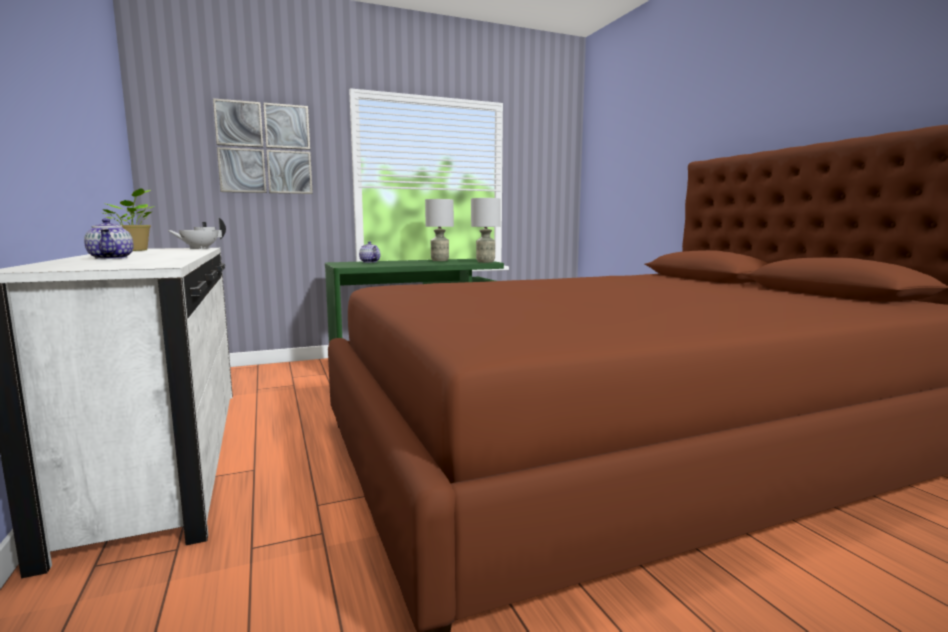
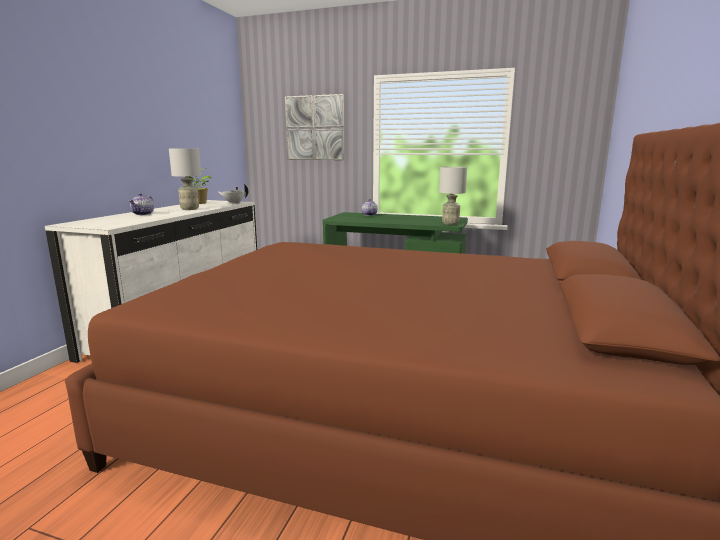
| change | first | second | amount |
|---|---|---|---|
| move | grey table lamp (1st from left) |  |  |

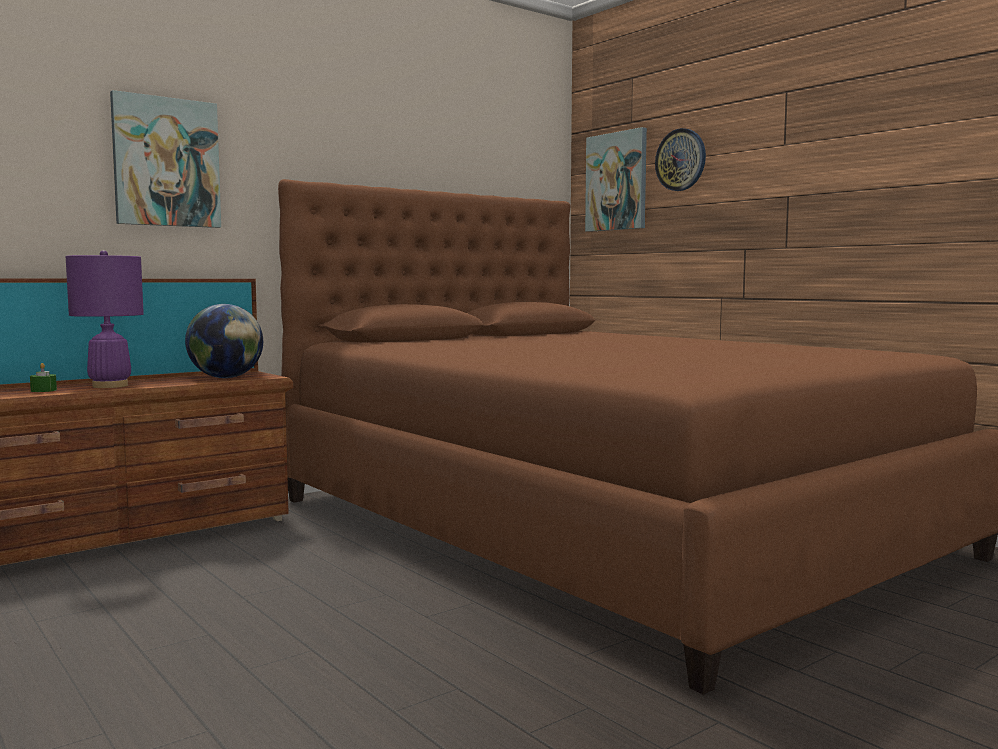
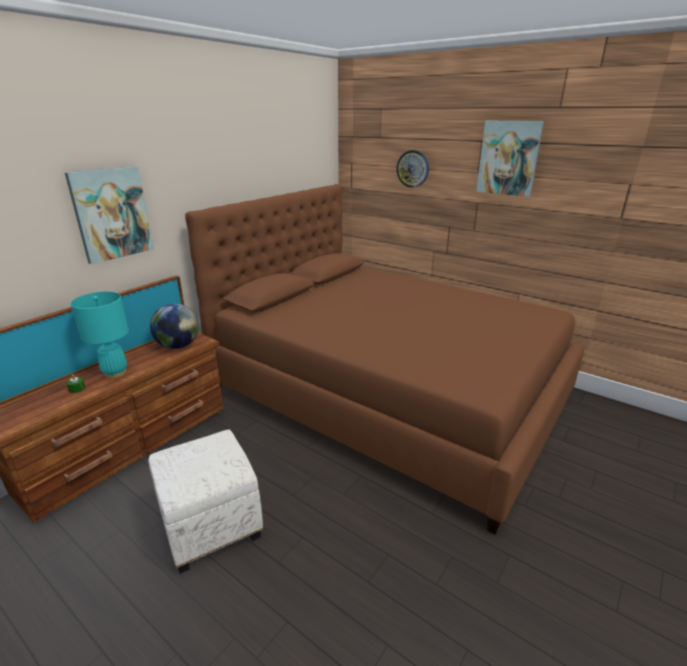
| change | first | second | amount |
|---|---|---|---|
| move | picture (2nd from left) |  |  |
| recolor | purple table lamp | turquoise table lamp |  |
| insert |  | white ottoman |  |

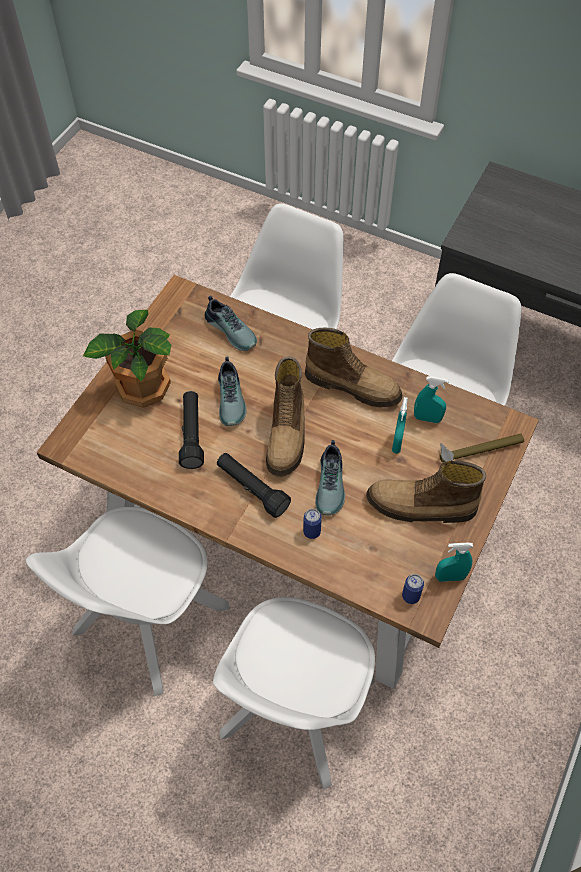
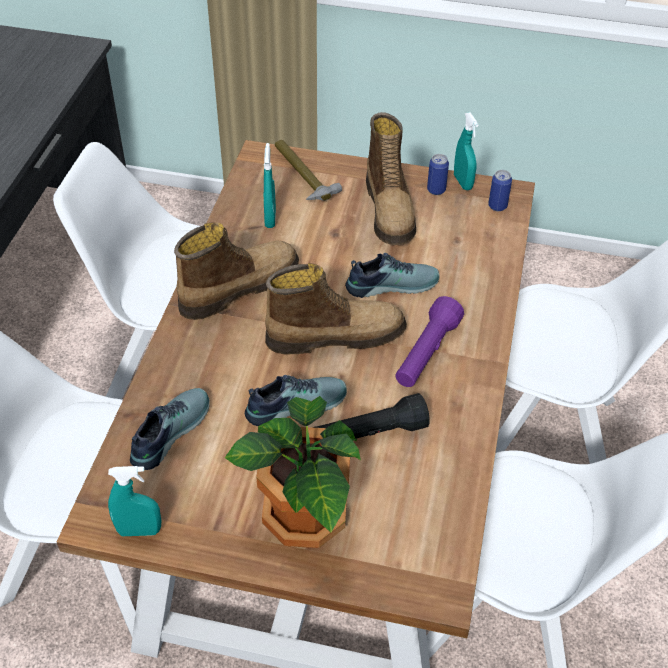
| change | first | second | amount |
|---|---|---|---|
| rotate | boot (2nd from left in the first image) | boot (1st from left) | 45 degrees clockwise |
| move | turquoise spray bottle (1st from left) |  |  |
| recolor | black flashlight (2nd from left) | purple flashlight |  |
| move | can (1st from left) |  |  |

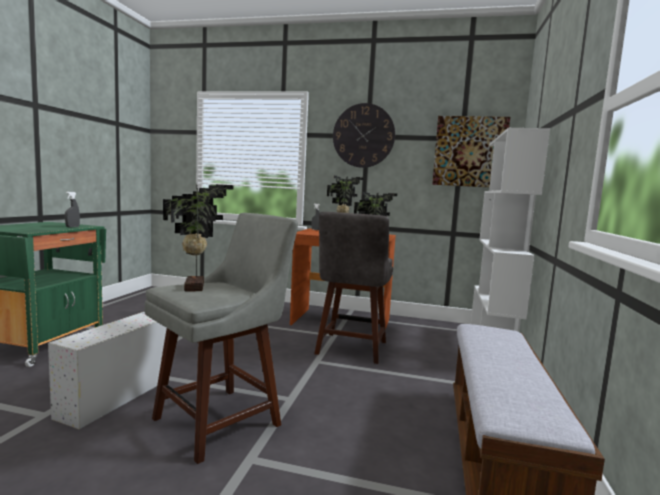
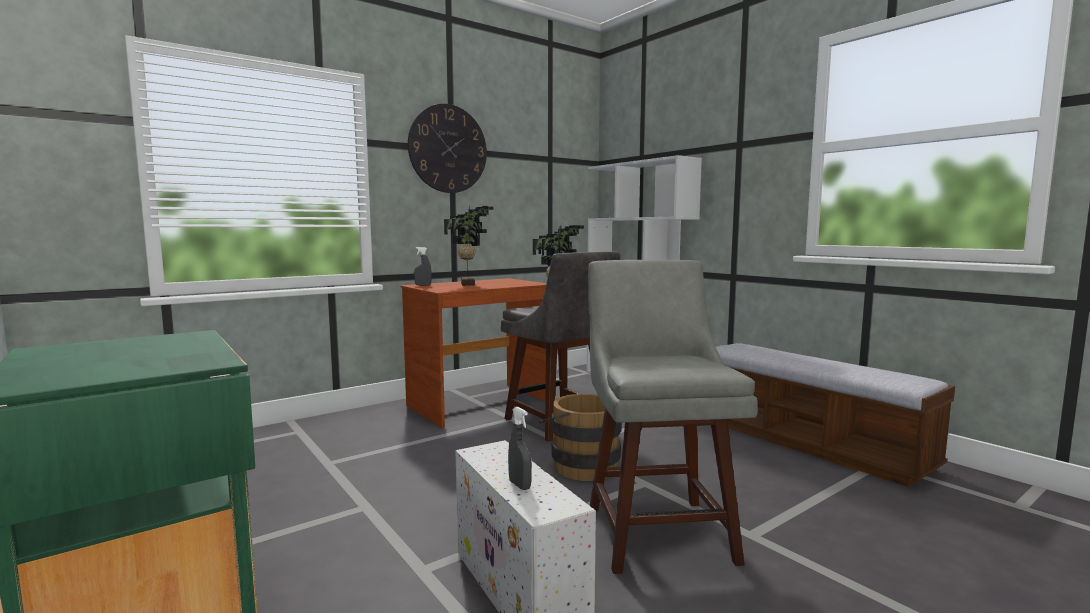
| change | first | second | amount |
|---|---|---|---|
| delete | picture |  |  |
| delete | potted plant (1st from left) |  |  |
| move | grey spray bottle (1st from left in the first image) | grey spray bottle (2nd from left) |  |
| insert |  | brown bucket |  |

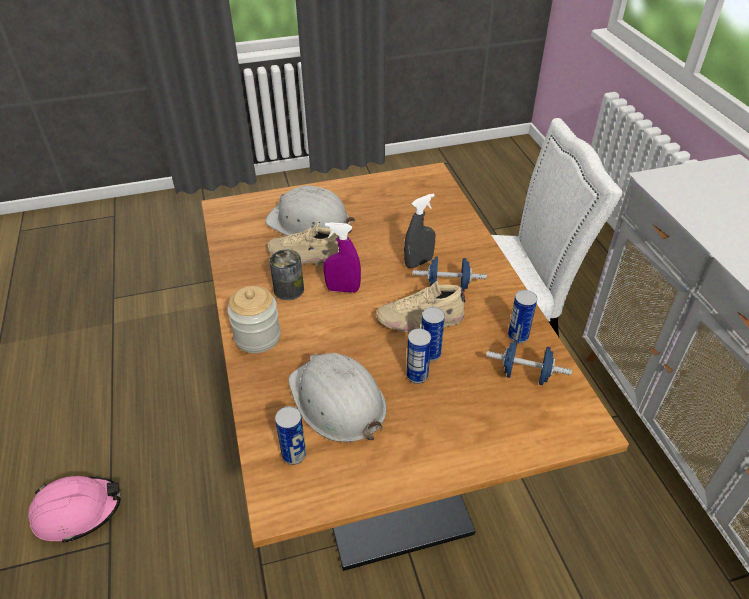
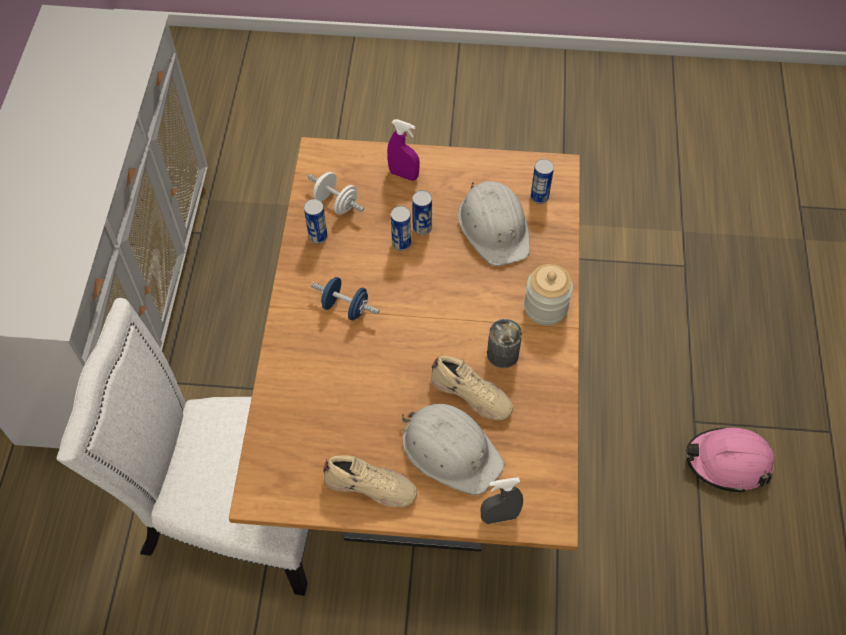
| change | first | second | amount |
|---|---|---|---|
| move | grey spray bottle |  |  |
| move | purple spray bottle |  |  |
| move | beige shoe (2nd from left in the first image) | beige shoe (1st from left) |  |
| recolor | blue dumbbell (2nd from left) | white dumbbell |  |

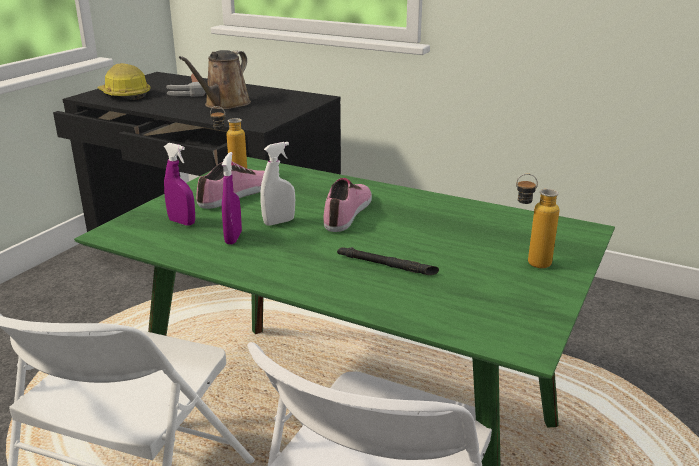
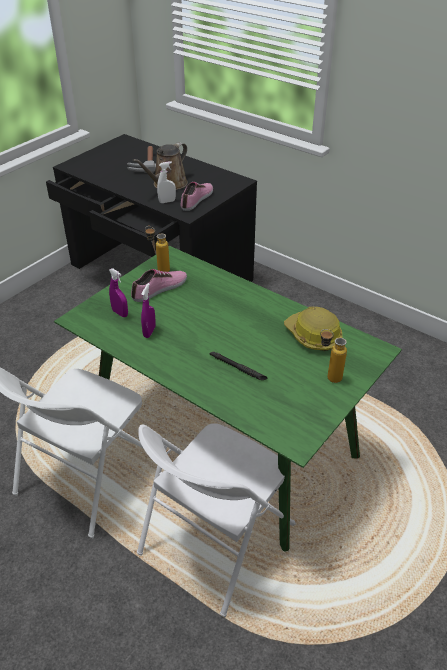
| change | first | second | amount |
|---|---|---|---|
| move | hard hat |  |  |
| move | white spray bottle |  |  |
| move | shoe (2nd from left) |  |  |

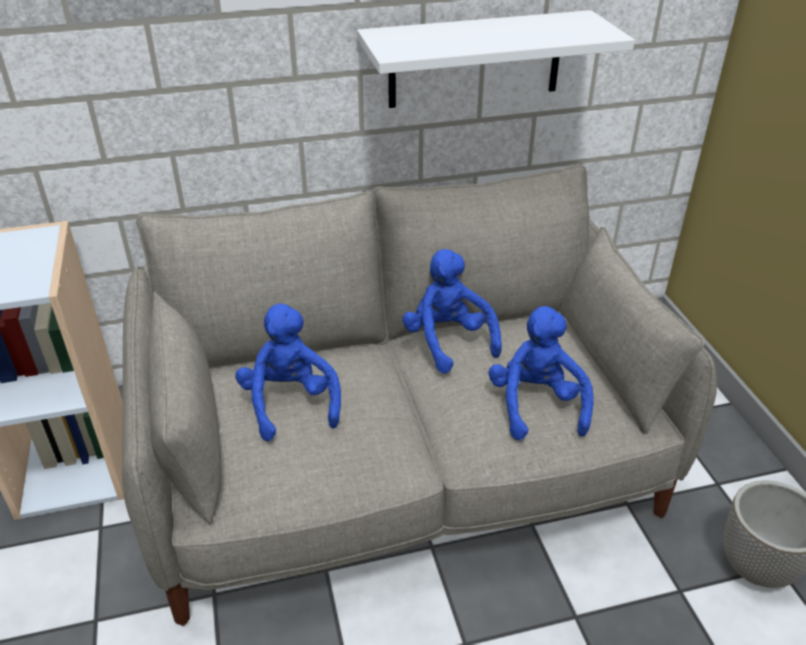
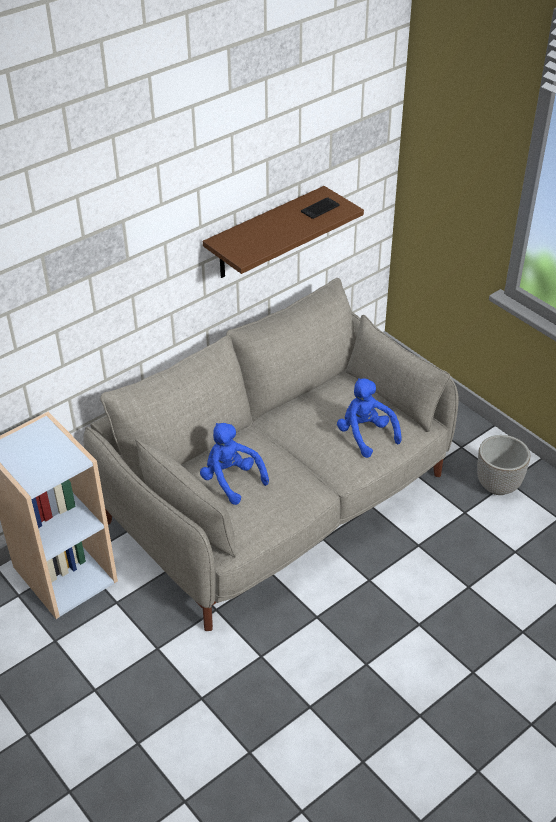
| change | first | second | amount |
|---|---|---|---|
| recolor | white shelf | brown shelf |  |
| delete | blue plush toy (2nd from left) |  |  |
| insert |  | phone |  |

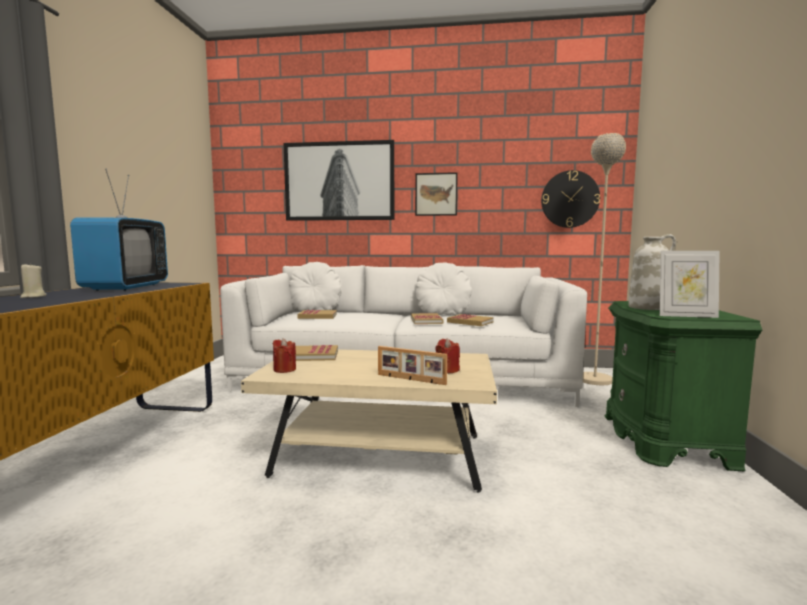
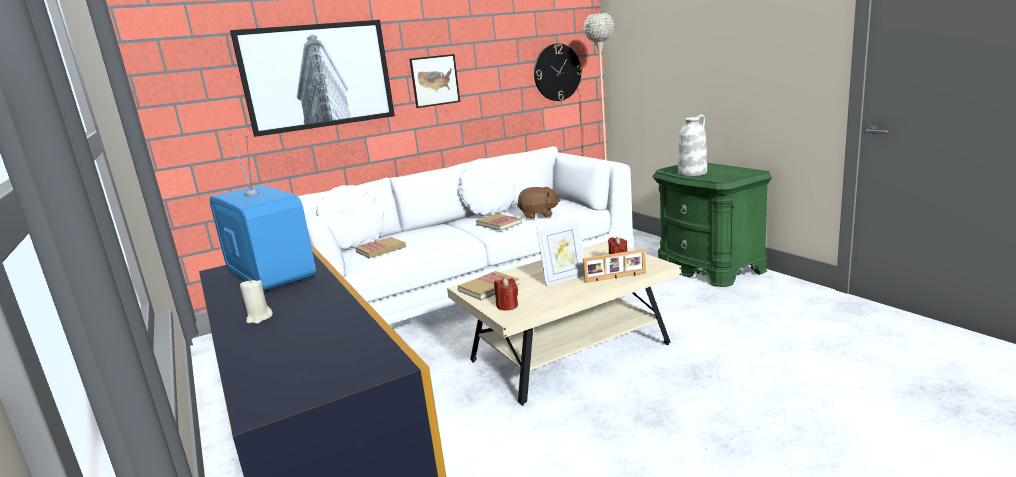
| change | first | second | amount |
|---|---|---|---|
| move | picture frame (2nd from left in the first image) | picture frame (1st from left) |  |
| replace | book (4th from left) | brown plush toy |  |

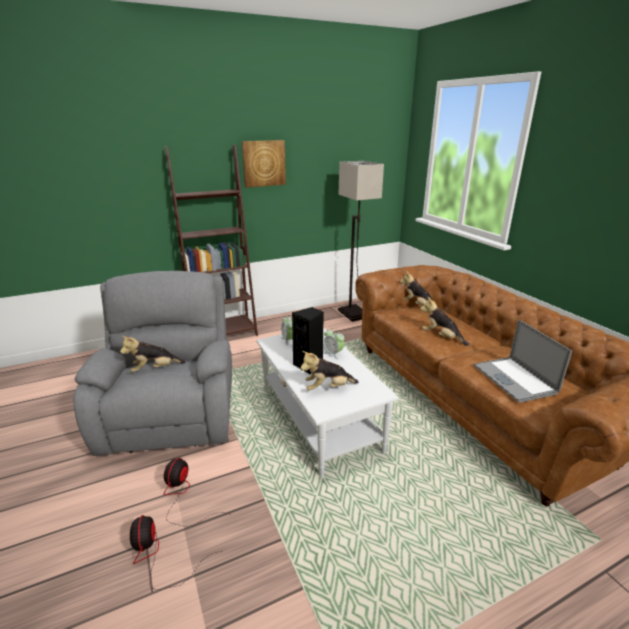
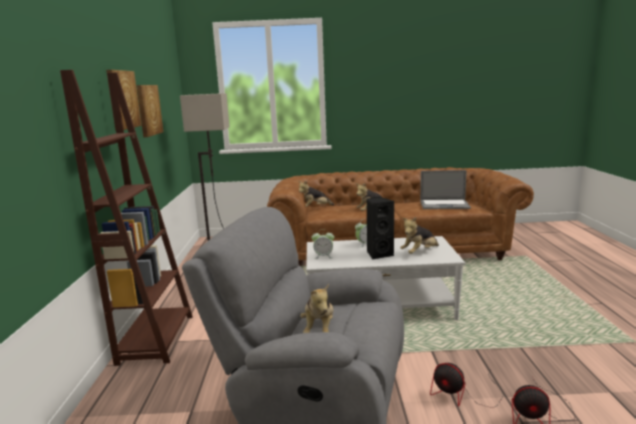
| change | first | second | amount |
|---|---|---|---|
| rotate | plush toy (2nd from left in the first image) | plush toy (4th from left) | 45 degrees clockwise |
| insert |  | picture (2nd from left) |  |

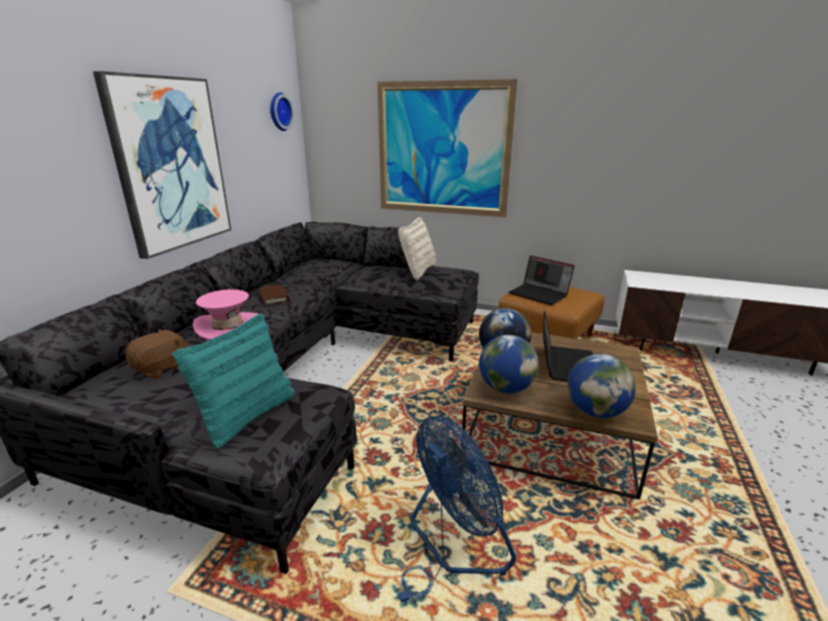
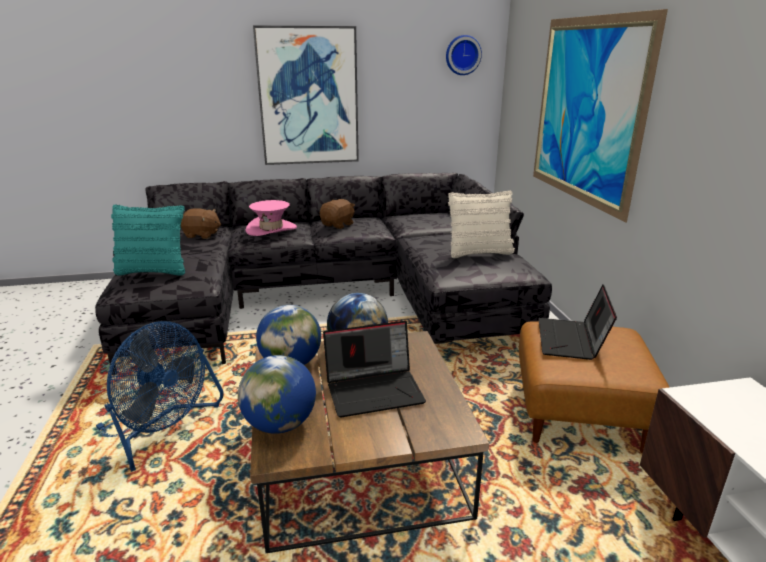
| change | first | second | amount |
|---|---|---|---|
| replace | brown book | brown plush toy (2nd from left) |  |

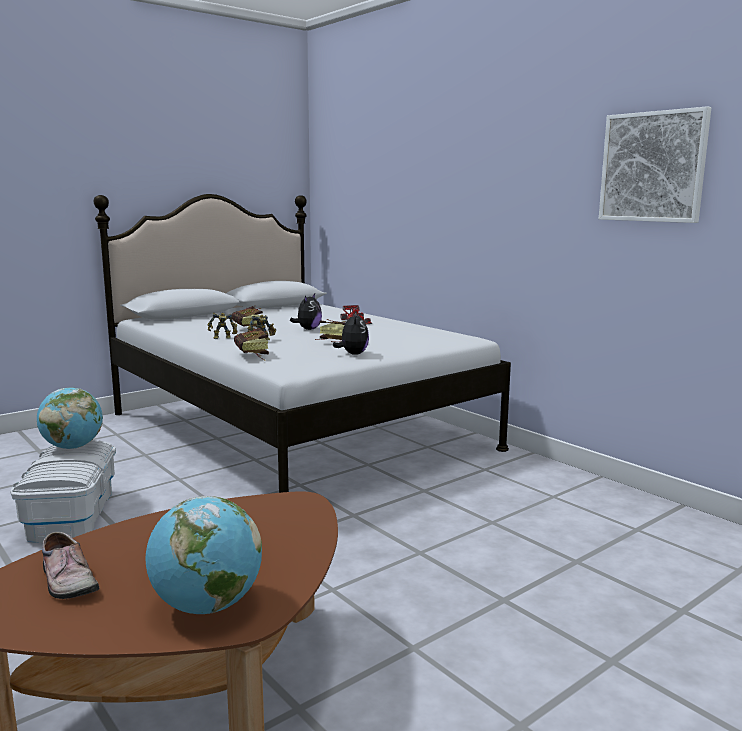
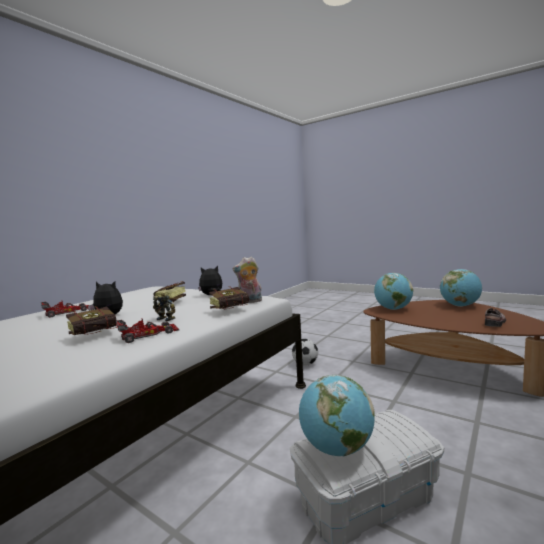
| change | first | second | amount |
|---|---|---|---|
| delete | picture |  |  |
| replace | toy robot (1st from left) | toy car (2nd from left) |  |
| insert |  | plush toy (3rd from left) |  |
| insert |  | globe (2nd from left) |  |
| insert |  | football |  |

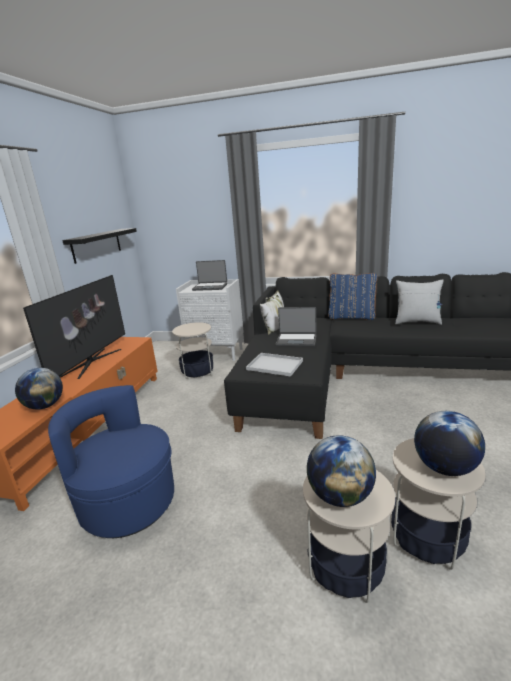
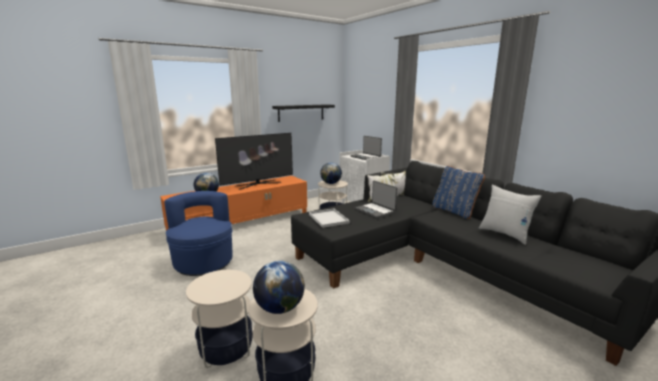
| change | first | second | amount |
|---|---|---|---|
| move | globe (2nd from left in the first image) | globe (3rd from left) |  |

